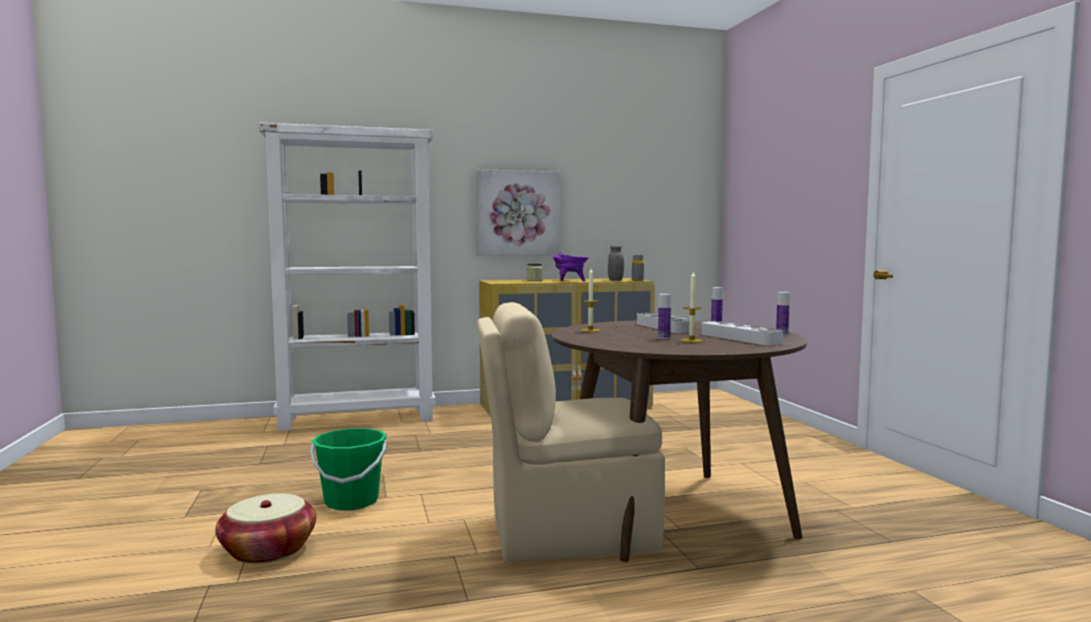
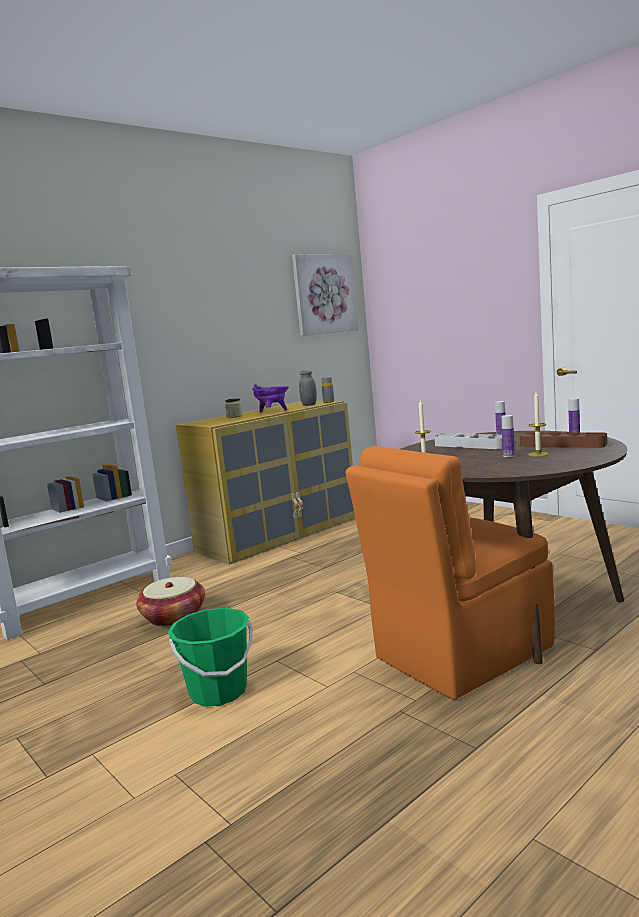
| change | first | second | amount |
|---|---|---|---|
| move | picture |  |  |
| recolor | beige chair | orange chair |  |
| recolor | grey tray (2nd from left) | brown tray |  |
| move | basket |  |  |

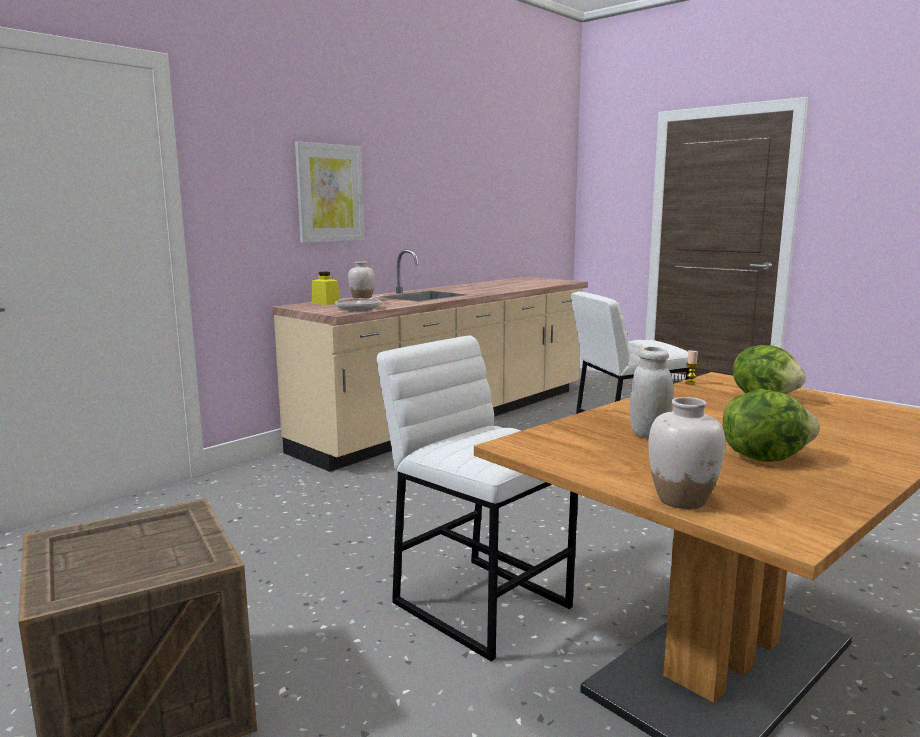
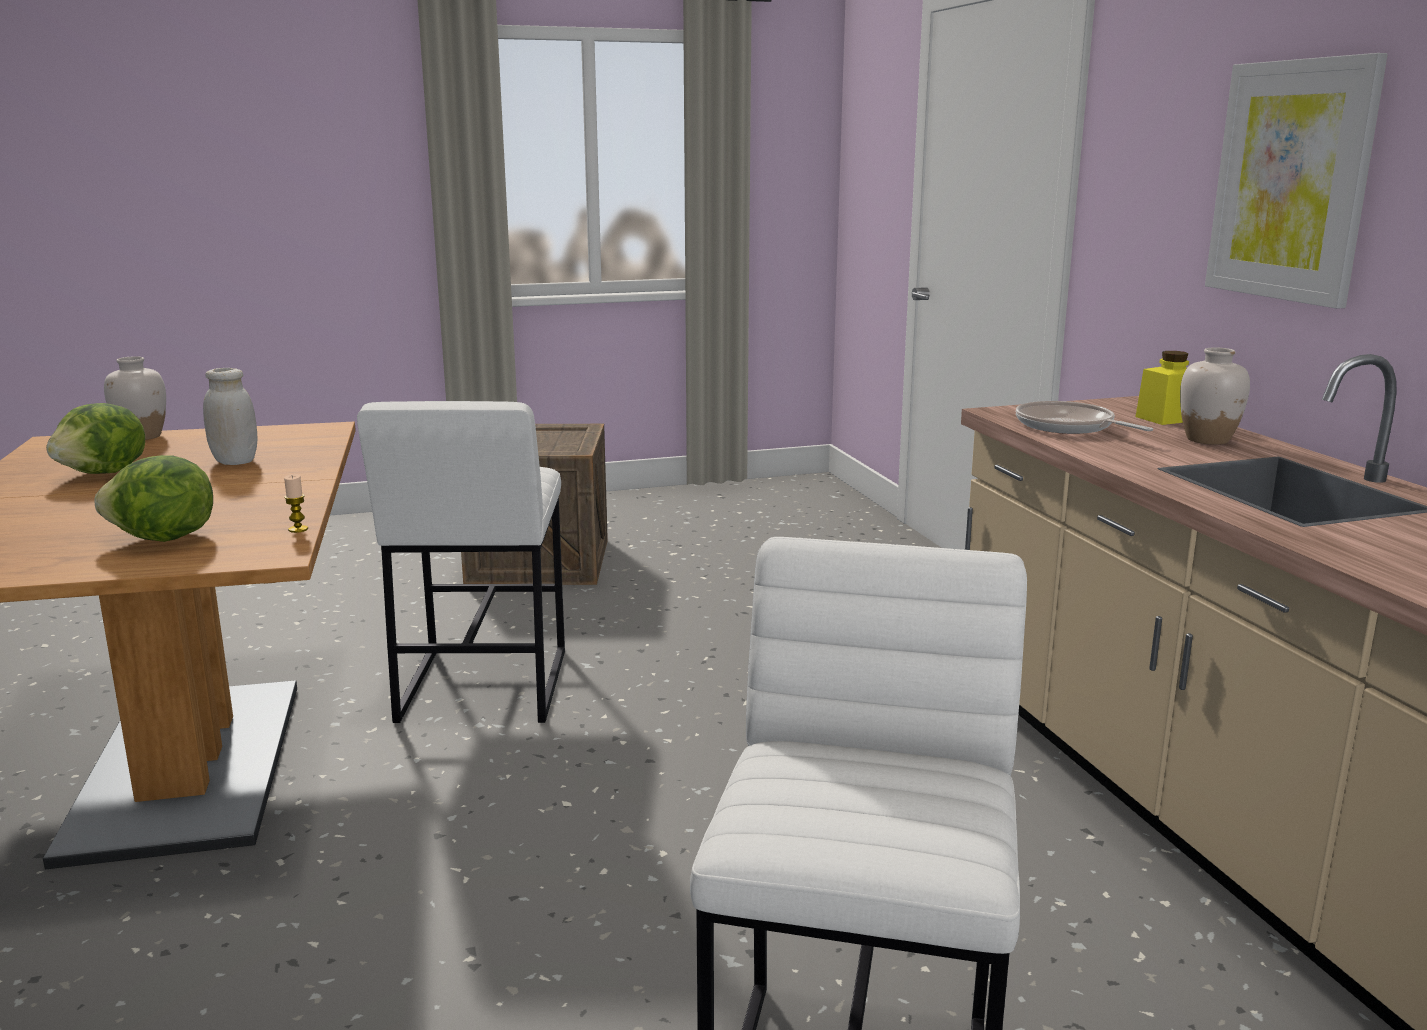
| change | first | second | amount |
|---|---|---|---|
| rotate | white chair (1st from left) |  | 105 degrees clockwise |

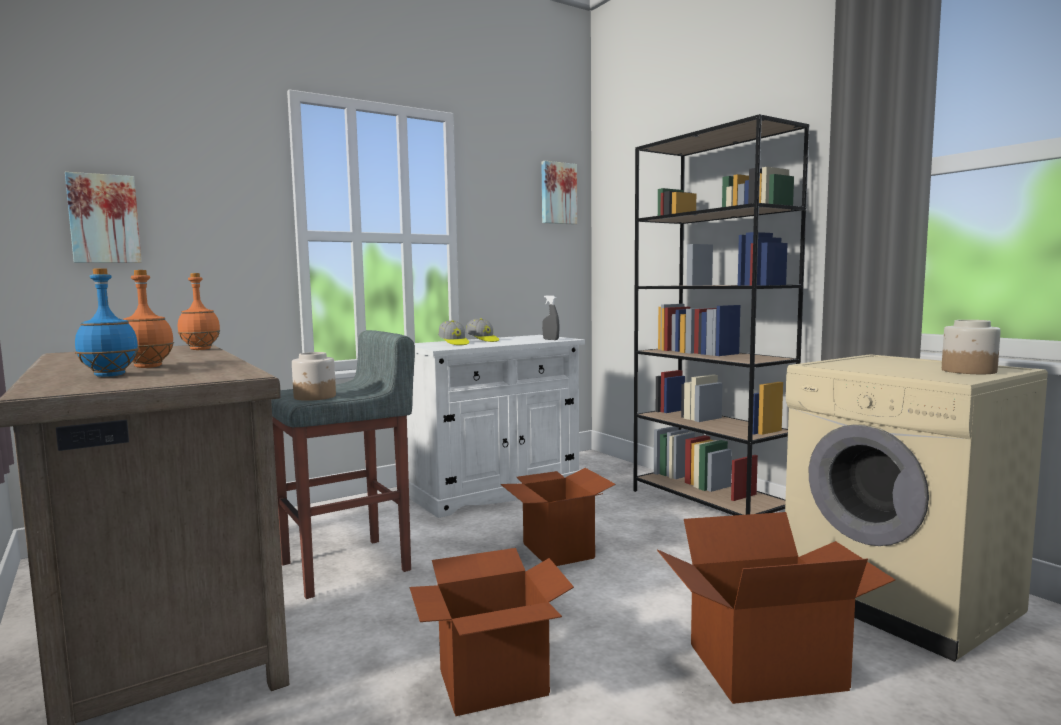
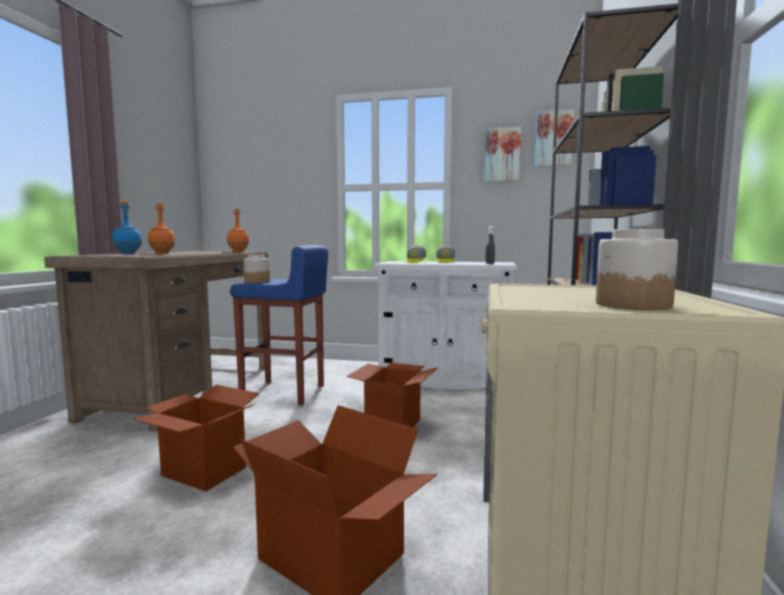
| change | first | second | amount |
|---|---|---|---|
| move | picture (1st from left) |  |  |
| recolor | grey stool | blue stool |  |

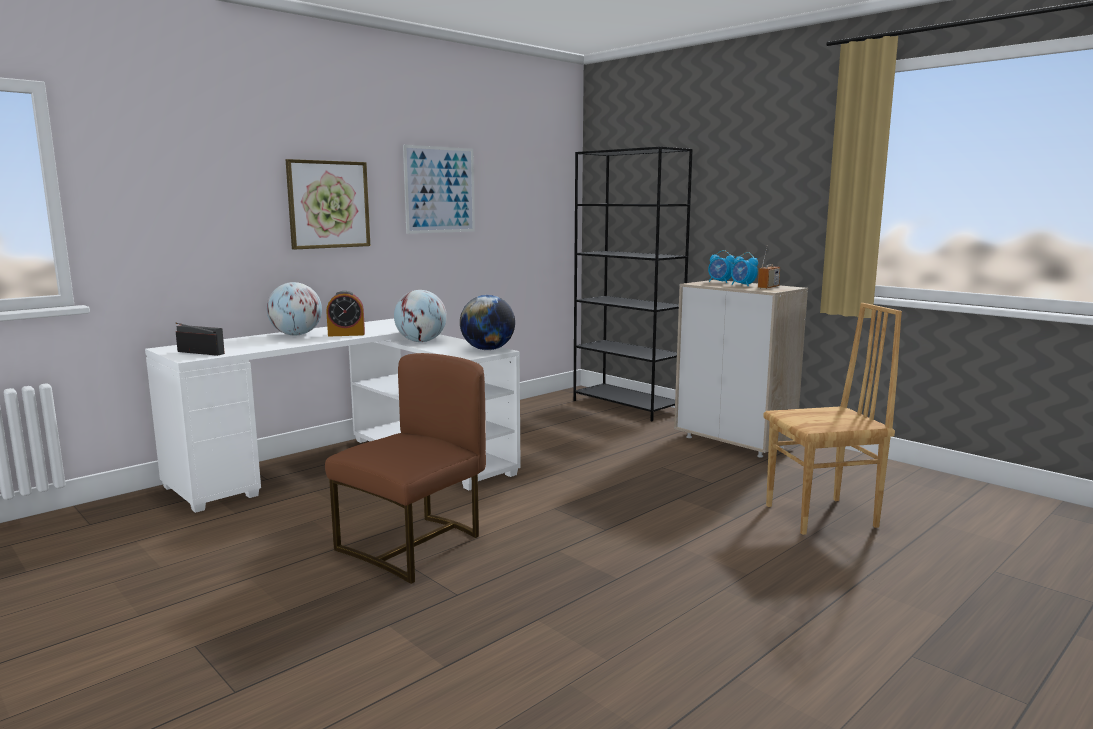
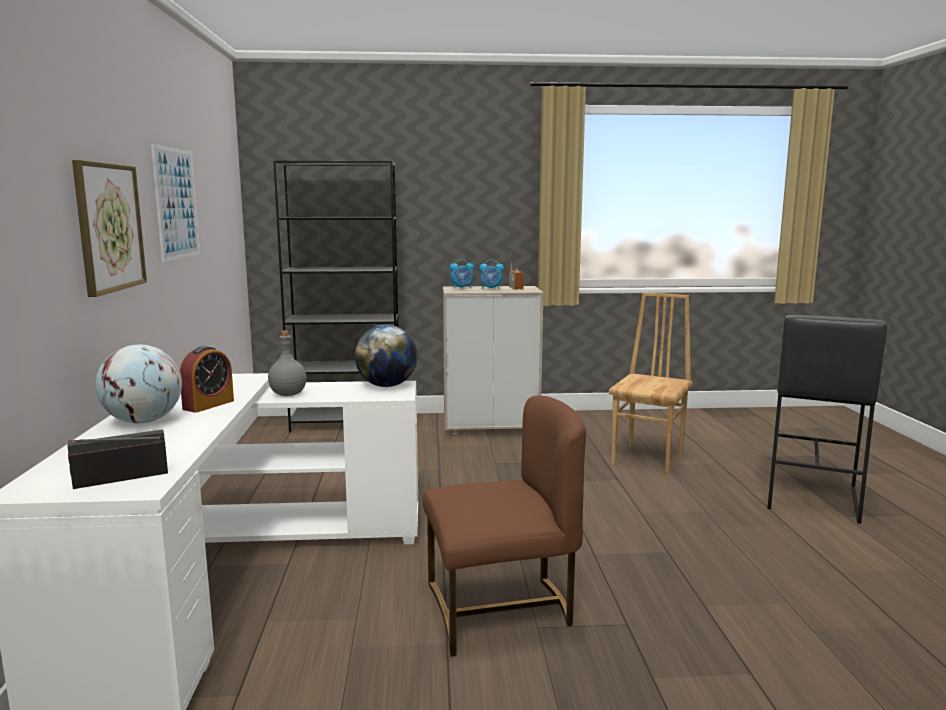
| change | first | second | amount |
|---|---|---|---|
| replace | globe (2nd from left) | grey bottle |  |
| rotate | brown chair (1st from left) |  | 90 degrees clockwise |
| insert |  | grey stool |  |

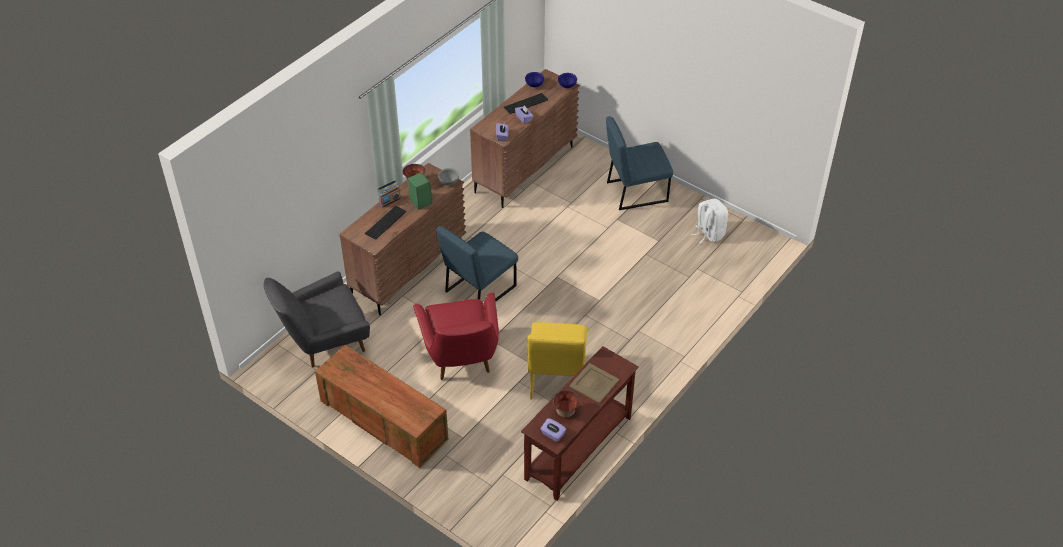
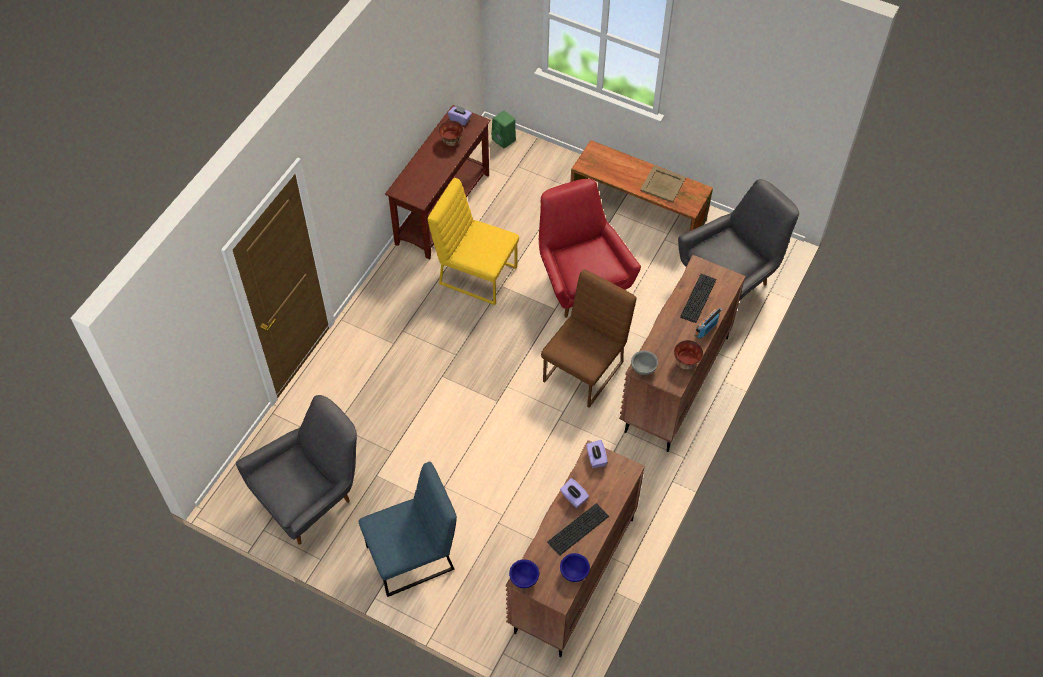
| change | first | second | amount |
|---|---|---|---|
| move | green speaker |  |  |
| replace | white backpack | grey armchair (1st from left) |  |
| recolor | blue chair (1st from left) | brown chair |  |
| rotate | yellow chair |  | 60 degrees counterclockwise |
| move | beige tray |  |  |

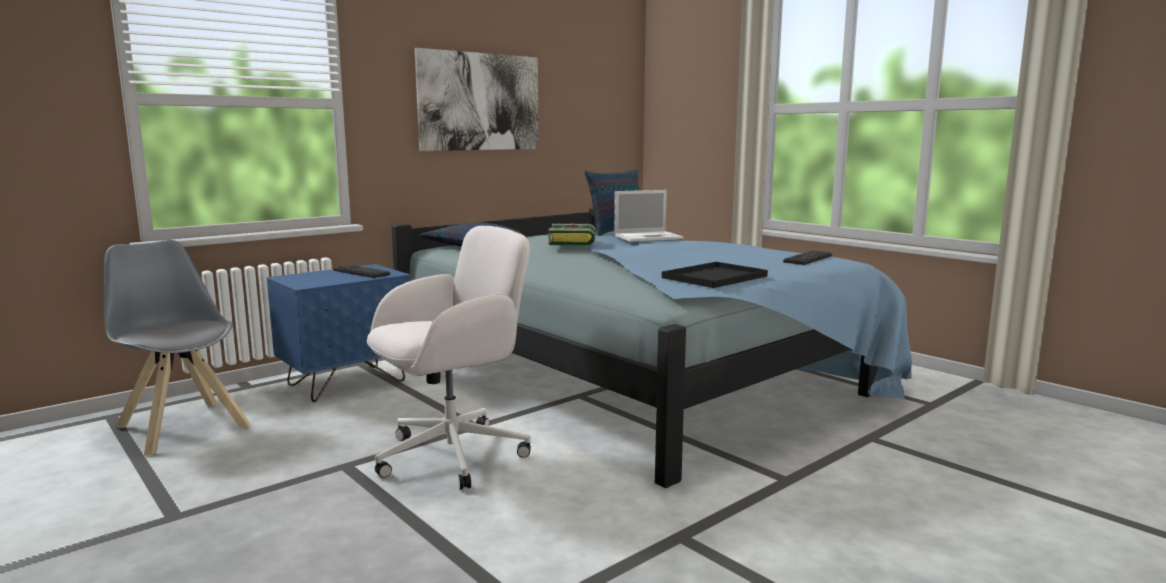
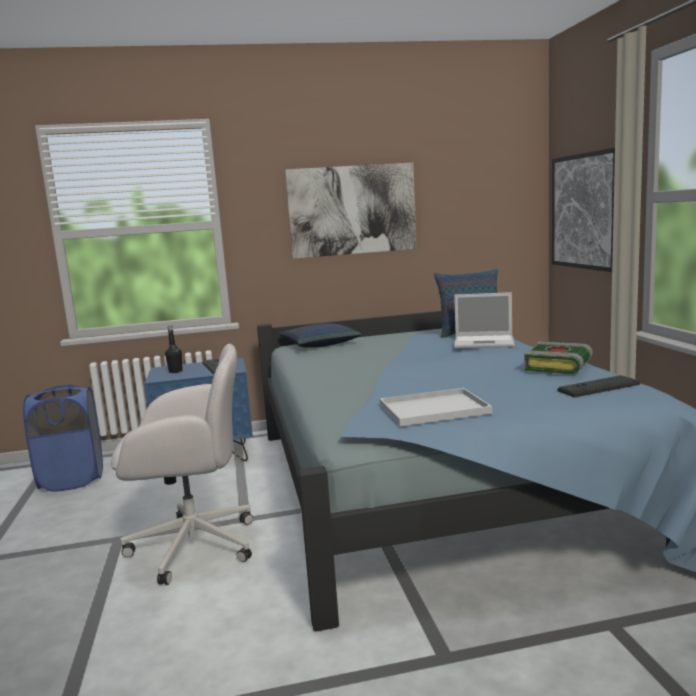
| change | first | second | amount |
|---|---|---|---|
| move | book |  |  |
| replace | grey chair | blue laundry basket |  |
| recolor | black tray | white tray |  |
| insert |  | picture (2nd from left) |  |
| insert |  | black bottle |  |

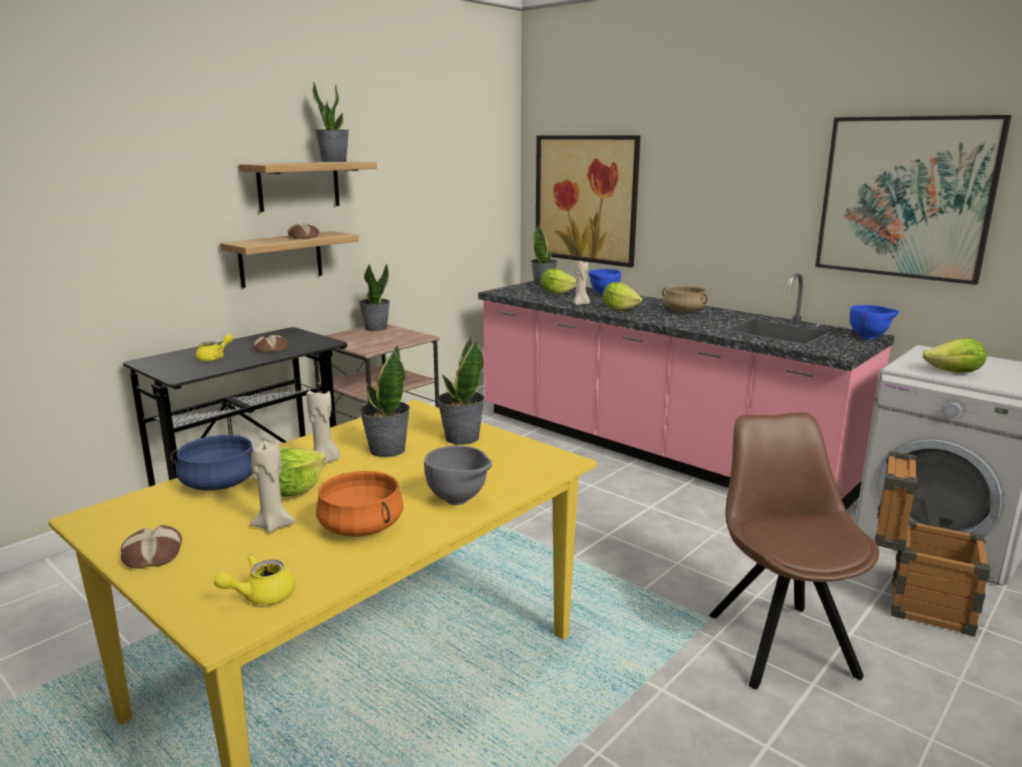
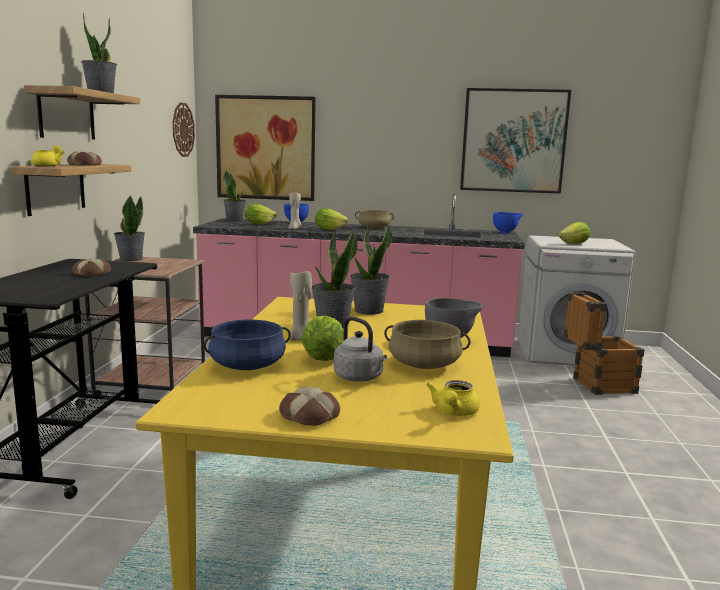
| change | first | second | amount |
|---|---|---|---|
| move | yellow teapot (1st from left) |  |  |
| delete | brown chair |  |  |
| replace | beige candle (1st from left) | grey kettle |  |
| recolor | orange cooking pot | beige cooking pot (2nd from left) |  |
| insert |  | wall clock |  |

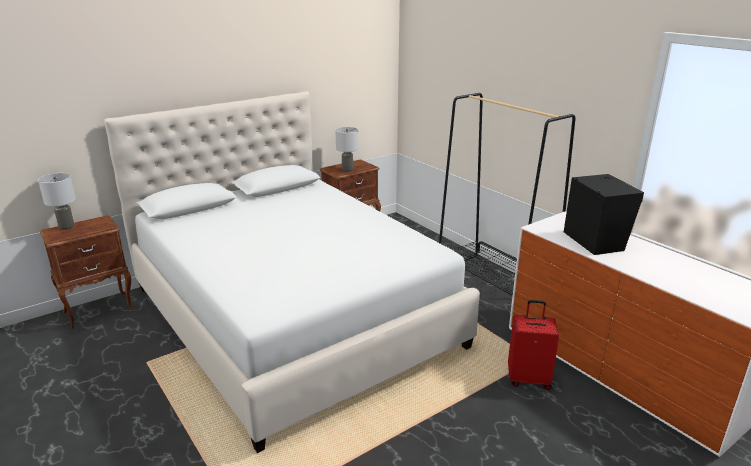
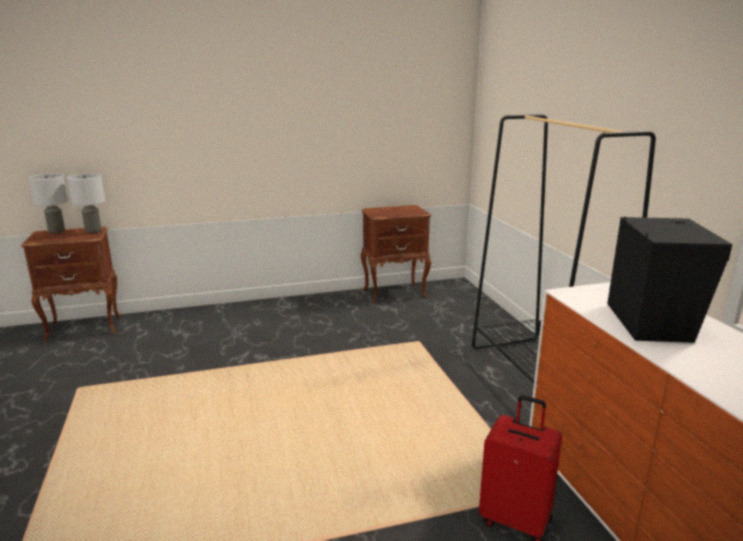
| change | first | second | amount |
|---|---|---|---|
| delete | white bed |  |  |
| move | white table lamp (2nd from left) |  |  |

